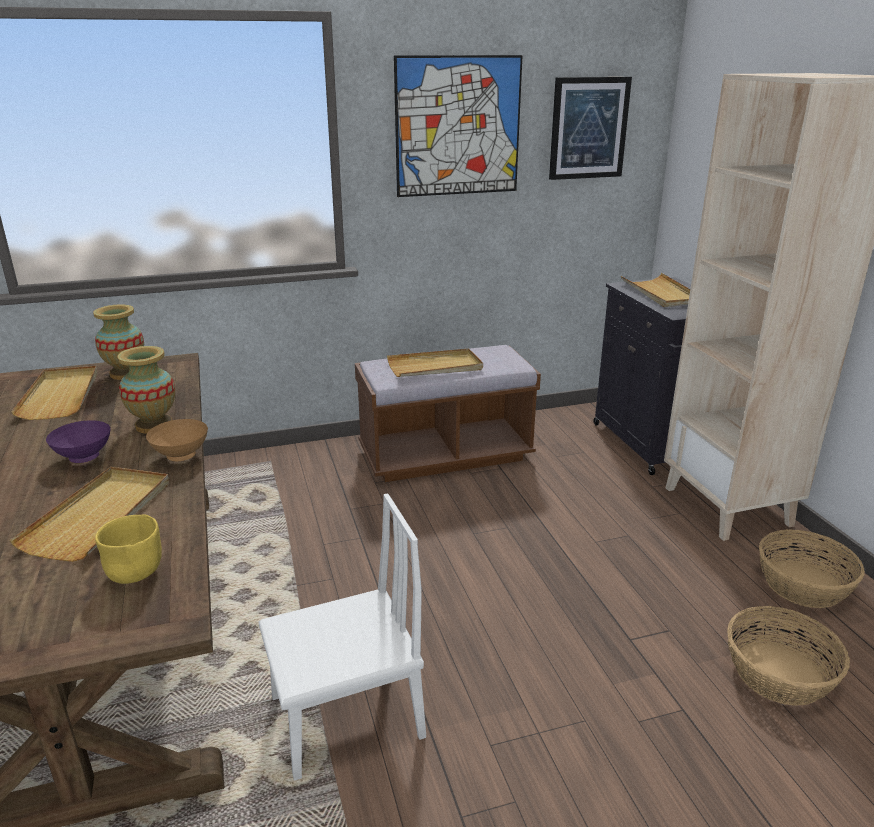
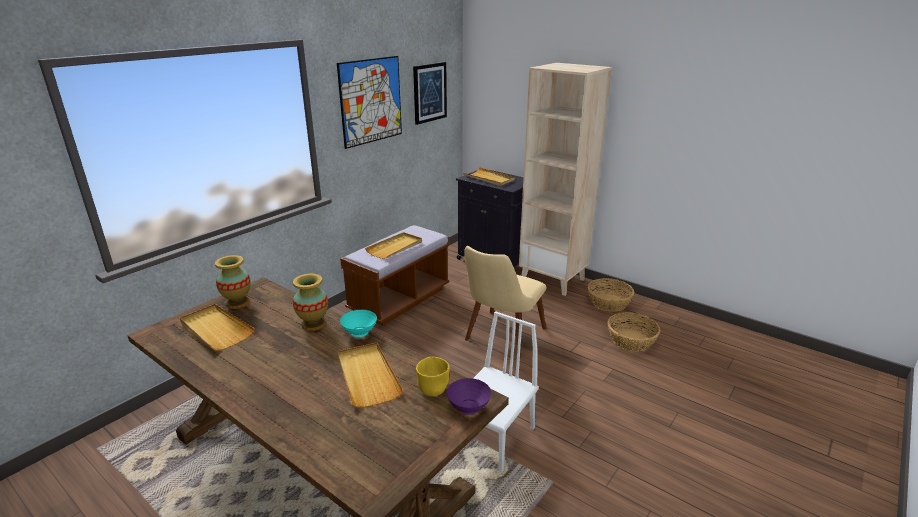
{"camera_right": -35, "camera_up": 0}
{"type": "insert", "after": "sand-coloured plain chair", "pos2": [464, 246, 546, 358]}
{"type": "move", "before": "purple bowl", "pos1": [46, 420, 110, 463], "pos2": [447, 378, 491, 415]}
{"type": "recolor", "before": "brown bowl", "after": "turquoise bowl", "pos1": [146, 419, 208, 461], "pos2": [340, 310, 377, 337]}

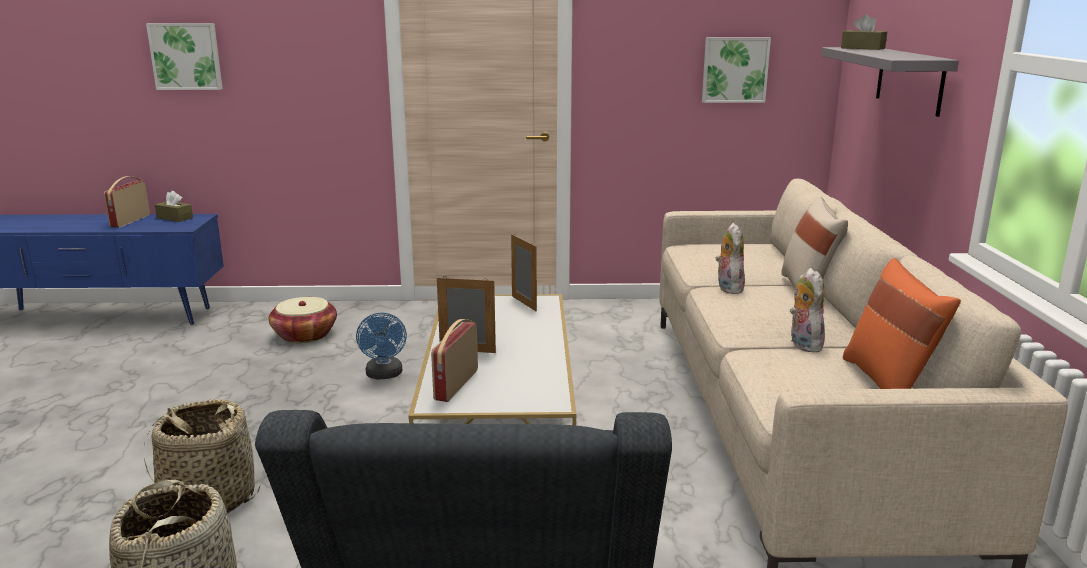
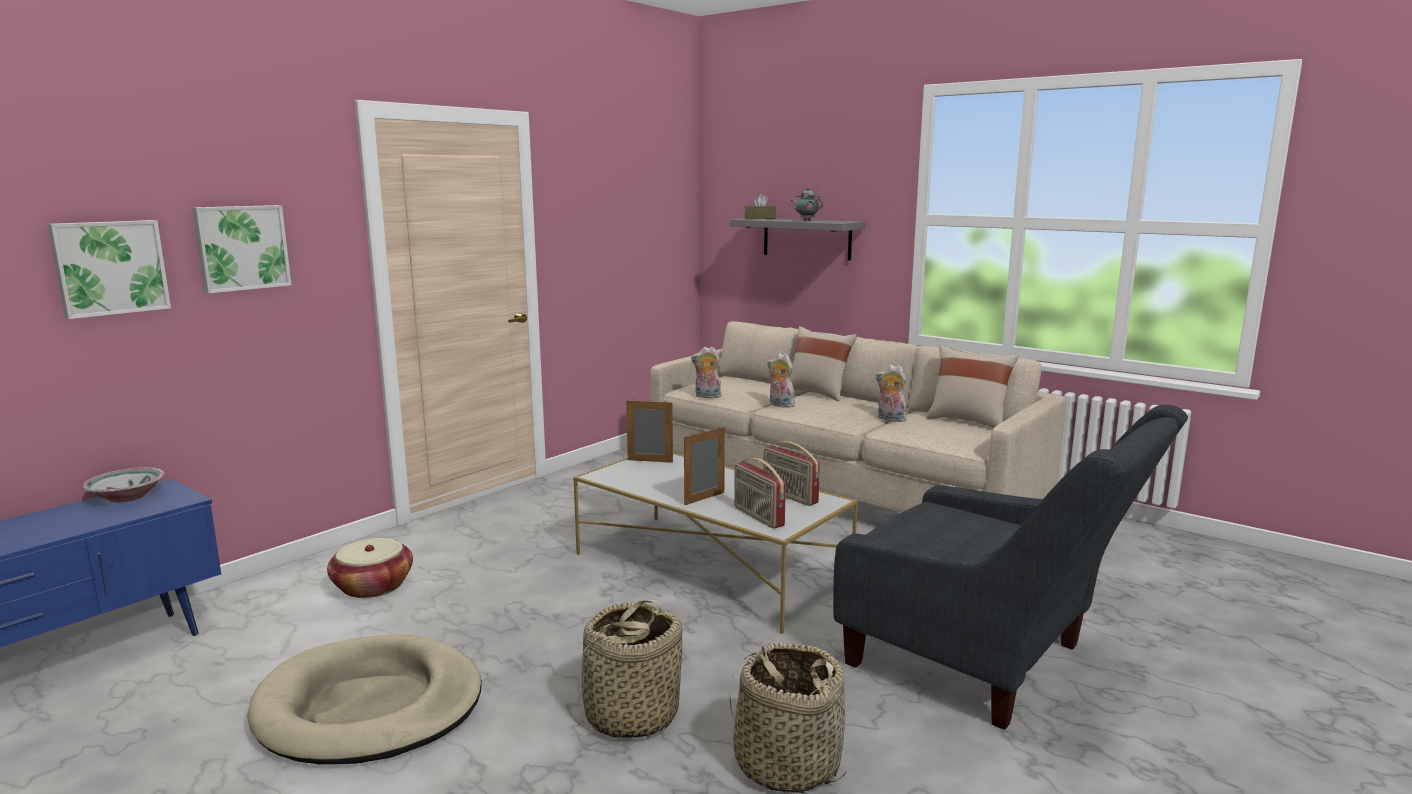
{"camera_right": -50, "camera_up": -5}
{"type": "delete", "before": "blue fan", "pos1": [356, 313, 407, 380]}
{"type": "insert", "after": "sand-coloured pet bed", "pos2": [247, 634, 482, 764]}
{"type": "insert", "after": "plush toy", "pos2": [691, 347, 723, 398]}
{"type": "insert", "after": "pot for tea", "pos2": [791, 188, 823, 221]}
{"type": "move", "before": "radio receiver", "pos1": [104, 176, 150, 228], "pos2": [763, 441, 820, 506]}
{"type": "move", "before": "picture", "pos1": [702, 37, 771, 103], "pos2": [192, 205, 291, 293]}
{"type": "replace", "before": "brown tissue box", "after": "bowl", "pos1": [155, 191, 193, 222], "pos2": [83, 467, 164, 502]}
{"type": "recolor", "before": "orange-coloured throw pillow", "after": "sand-coloured throw pillow", "pos1": [843, 258, 961, 389], "pos2": [926, 345, 1019, 428]}

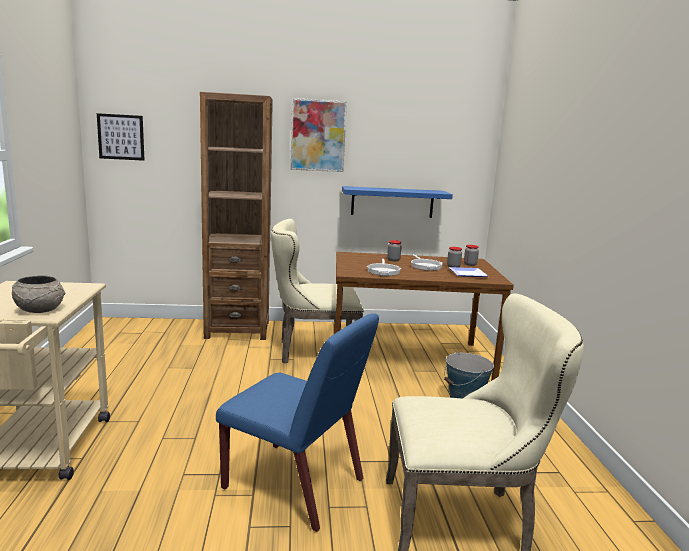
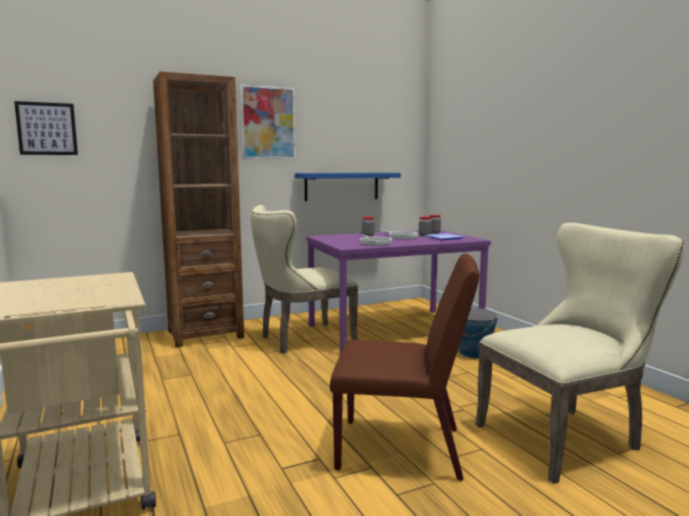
{"camera_right": -20, "camera_up": -5}
{"type": "delete", "before": "gray bowl", "pos1": [12, 275, 65, 313]}
{"type": "recolor", "before": "blue plain chair", "after": "brown plain chair", "pos1": [216, 313, 379, 532], "pos2": [330, 253, 480, 481]}
{"type": "recolor", "before": "brown kitchen table", "after": "purple kitchen table", "pos1": [334, 252, 514, 381], "pos2": [306, 230, 491, 354]}

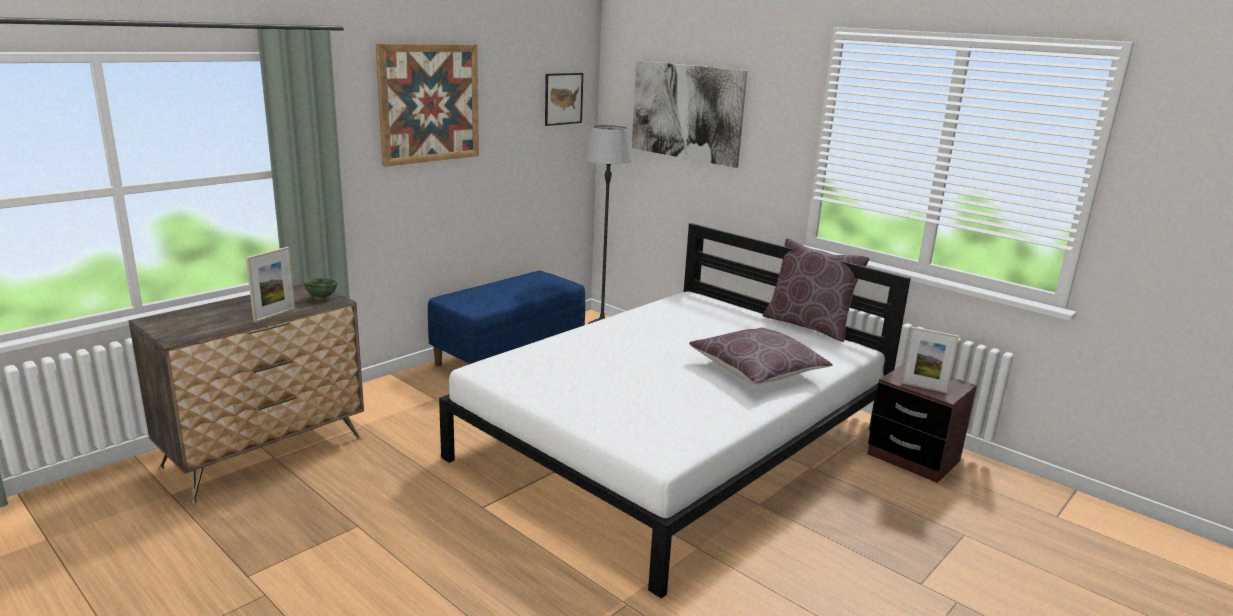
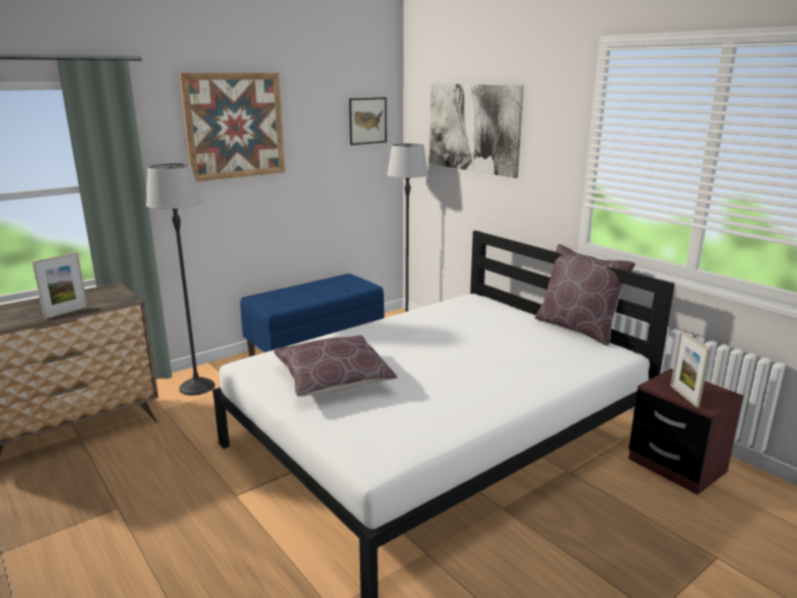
{"camera_right": 10, "camera_up": 0}
{"type": "delete", "before": "greenish bowl", "pos1": [304, 278, 338, 300]}
{"type": "insert", "after": "standard lamp", "pos2": [146, 163, 215, 395]}
{"type": "move", "before": "brown throw pillow", "pos1": [689, 328, 833, 384], "pos2": [274, 335, 398, 397]}
{"type": "rotate", "before": "photo frame", "pos1": [902, 327, 959, 393], "pos2": [671, 331, 710, 408], "turn": 45}

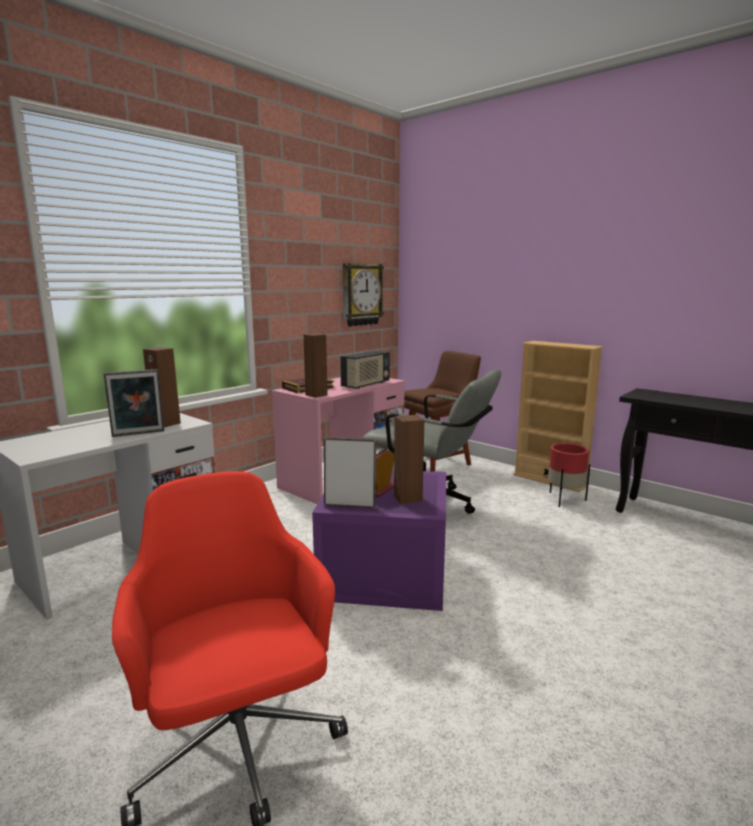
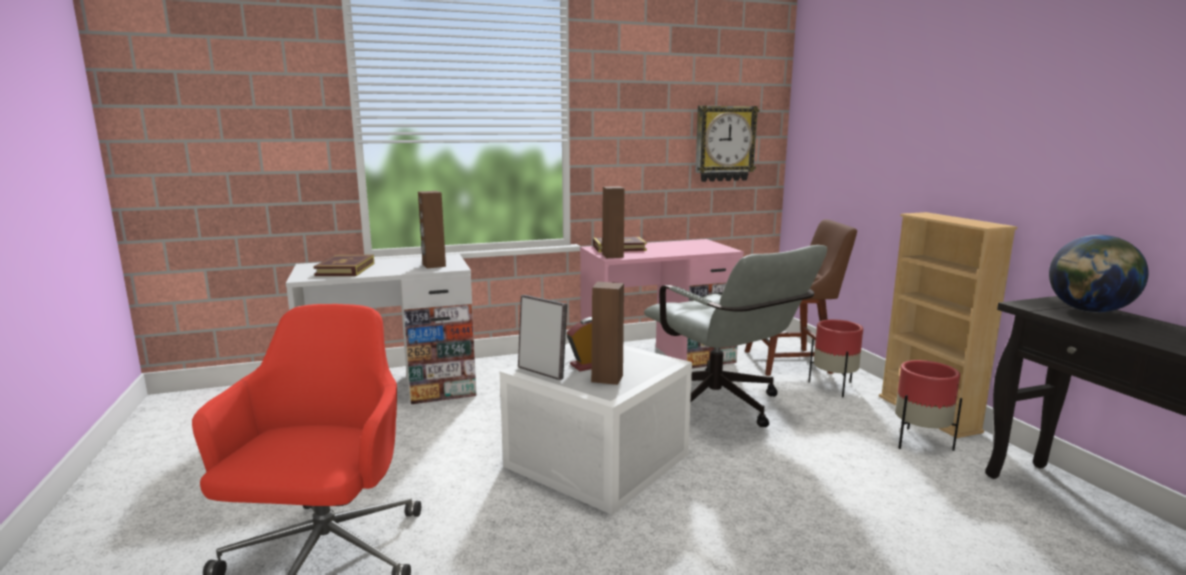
{"camera_right": 30, "camera_up": 0}
{"type": "delete", "before": "photo frame", "pos1": [104, 369, 164, 437]}
{"type": "delete", "before": "radio receiver", "pos1": [340, 351, 390, 389]}
{"type": "insert", "after": "book", "pos2": [313, 255, 374, 276]}
{"type": "insert", "after": "reddish flower pot", "pos2": [808, 319, 863, 397]}
{"type": "insert", "after": "desk globe", "pos2": [1049, 235, 1149, 313]}
{"type": "recolor", "before": "purple storage bin", "after": "white-coloured storage bin", "pos1": [312, 470, 446, 611], "pos2": [500, 343, 692, 515]}

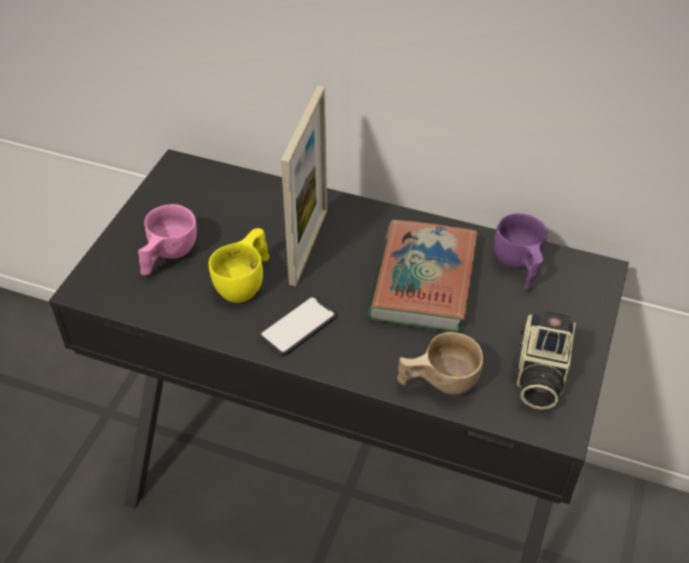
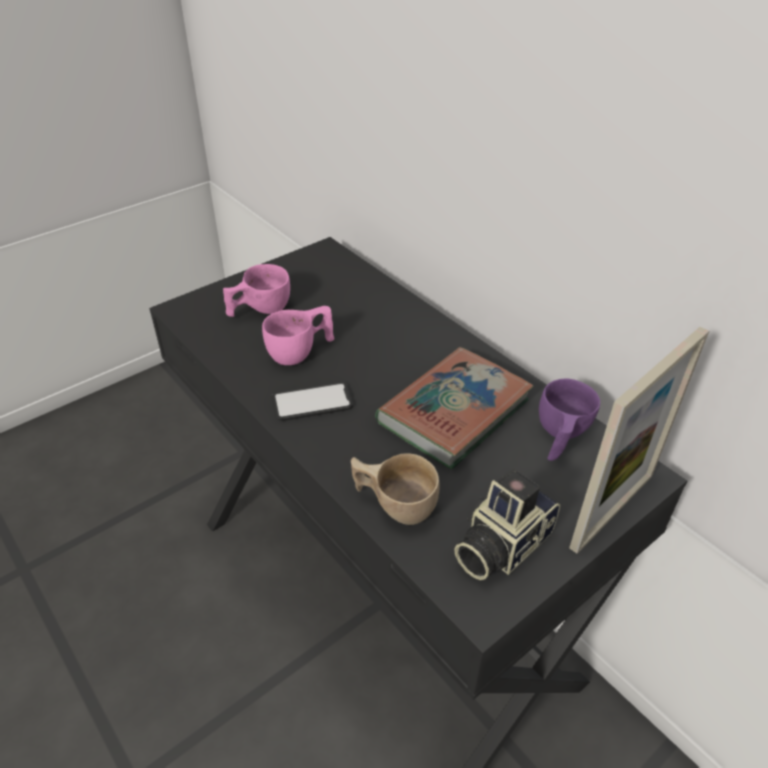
{"camera_right": 30, "camera_up": -5}
{"type": "move", "before": "photo frame", "pos1": [281, 86, 327, 286], "pos2": [569, 327, 709, 554]}
{"type": "recolor", "before": "yellowish drinking cup", "after": "pink-coloured drinking cup", "pos1": [209, 228, 269, 303], "pos2": [262, 306, 334, 365]}

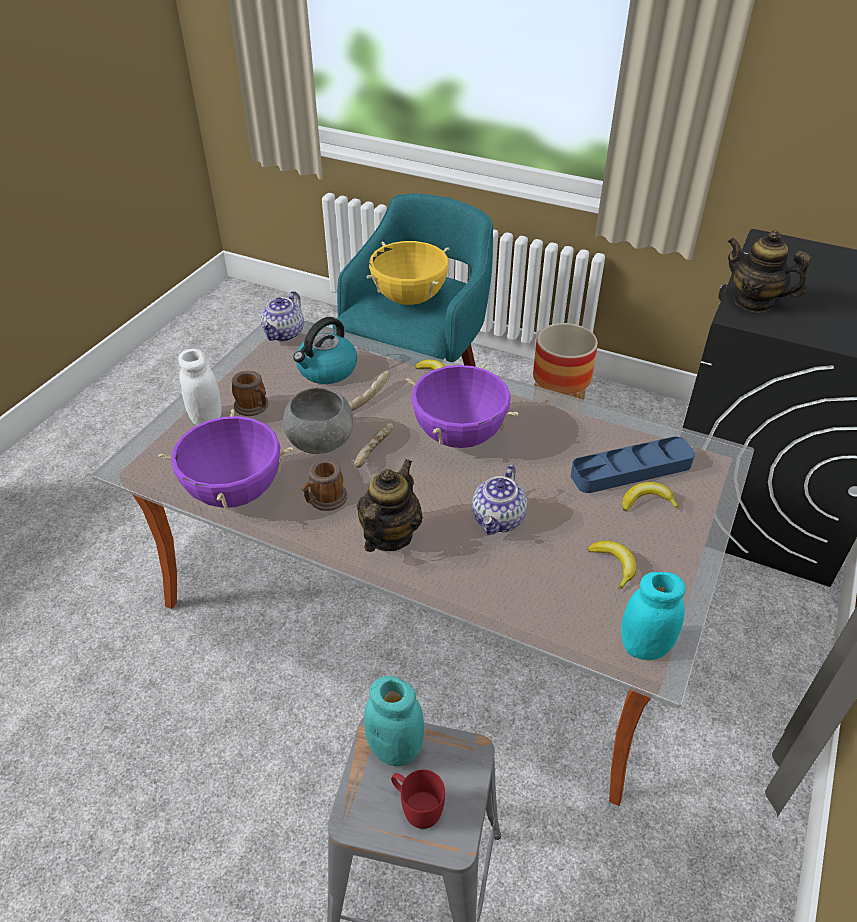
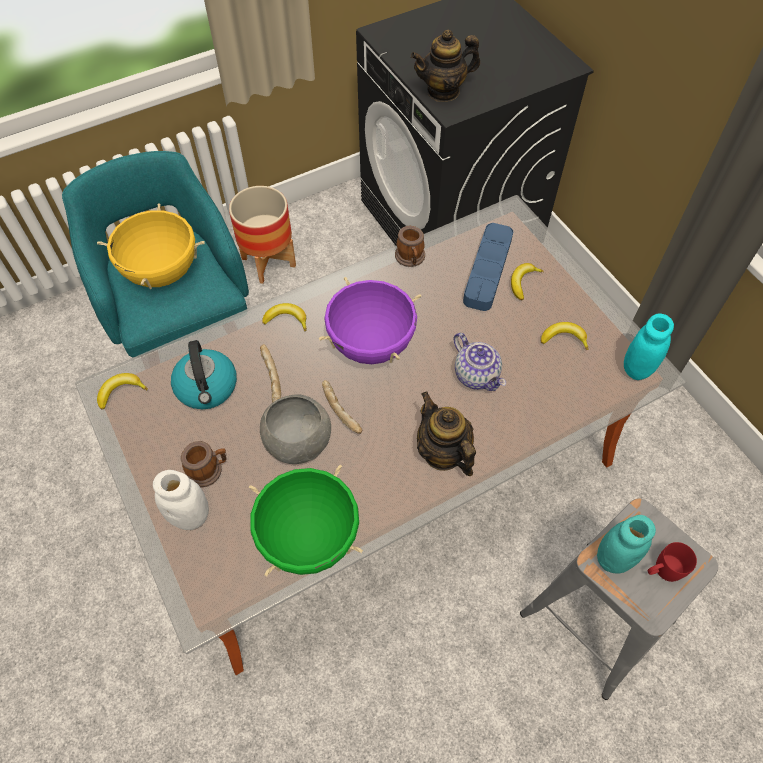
{"camera_right": -55, "camera_up": 15}
{"type": "move", "before": "tea mug", "pos1": [302, 459, 347, 511], "pos2": [395, 226, 425, 267]}
{"type": "replace", "before": "pot for tea", "after": "banana", "pos1": [261, 291, 304, 341], "pos2": [97, 373, 148, 409]}
{"type": "recolor", "before": "purple saucepot", "after": "greenish saucepot", "pos1": [158, 409, 293, 509], "pos2": [249, 464, 363, 576]}

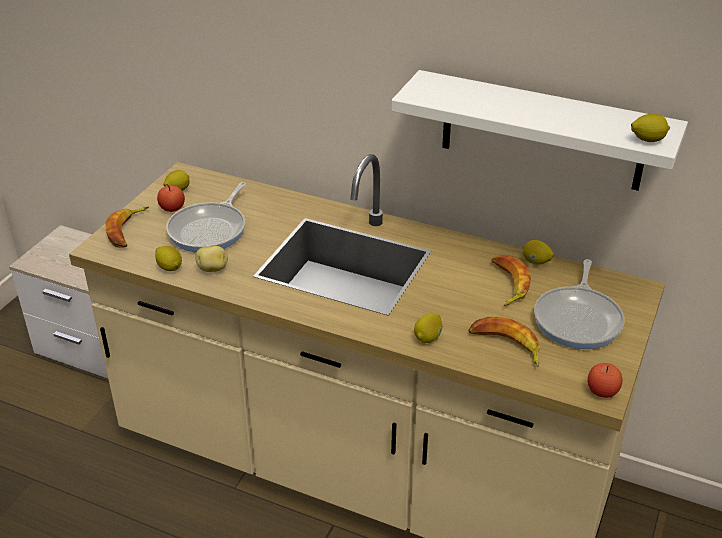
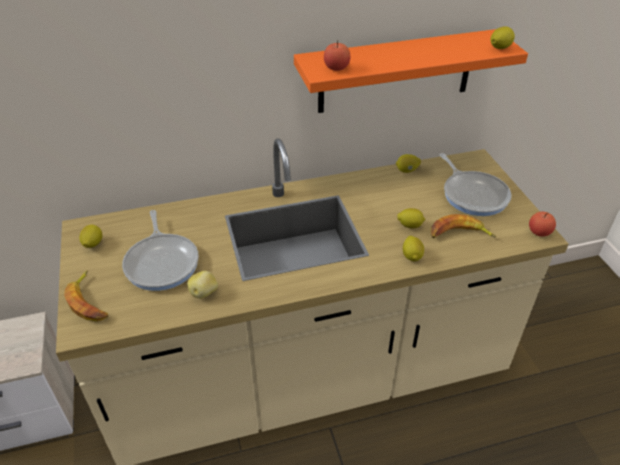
{"camera_right": -40, "camera_up": 5}
{"type": "delete", "before": "banana", "pos1": [492, 255, 531, 306]}
{"type": "move", "before": "citrus fruit", "pos1": [155, 246, 182, 271], "pos2": [397, 208, 425, 229]}
{"type": "move", "before": "whole apple", "pos1": [157, 184, 185, 212], "pos2": [324, 41, 350, 71]}
{"type": "recolor", "before": "white-coloured wall shelf", "after": "orange-coloured wall shelf", "pos1": [391, 70, 688, 191], "pos2": [294, 29, 528, 113]}

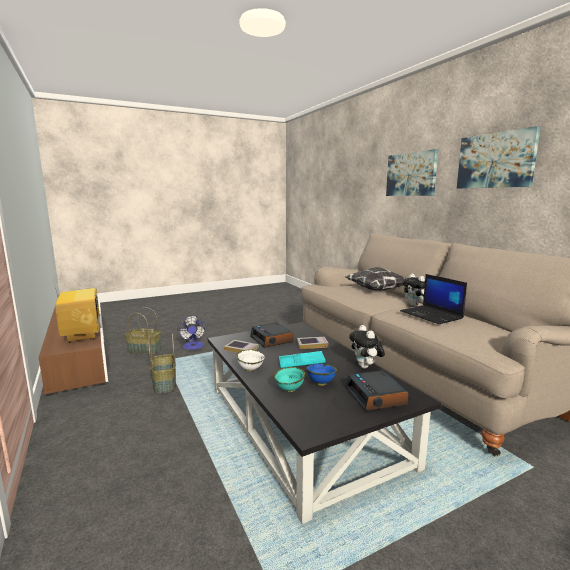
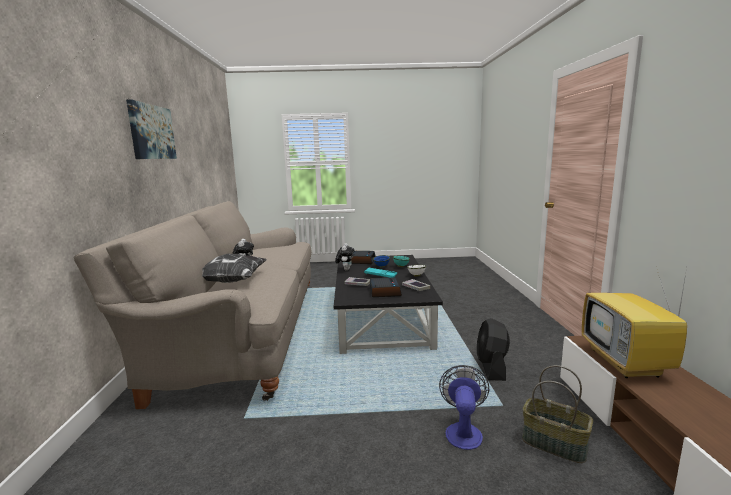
{"camera_right": -155, "camera_up": 0}
{"type": "delete", "before": "picture", "pos1": [386, 149, 438, 196]}
{"type": "delete", "before": "laptop", "pos1": [400, 274, 467, 324]}
{"type": "replace", "before": "basket", "after": "black-coloured fan", "pos1": [148, 334, 176, 393], "pos2": [477, 318, 510, 381]}

